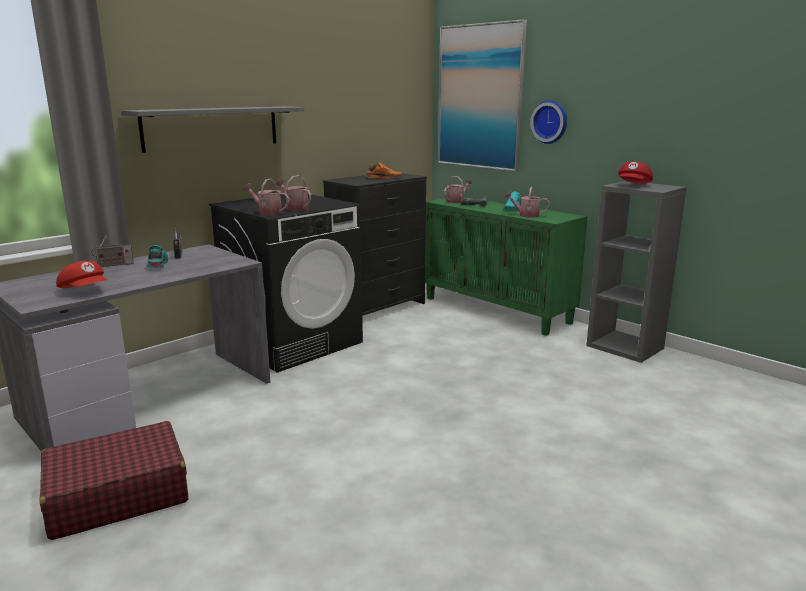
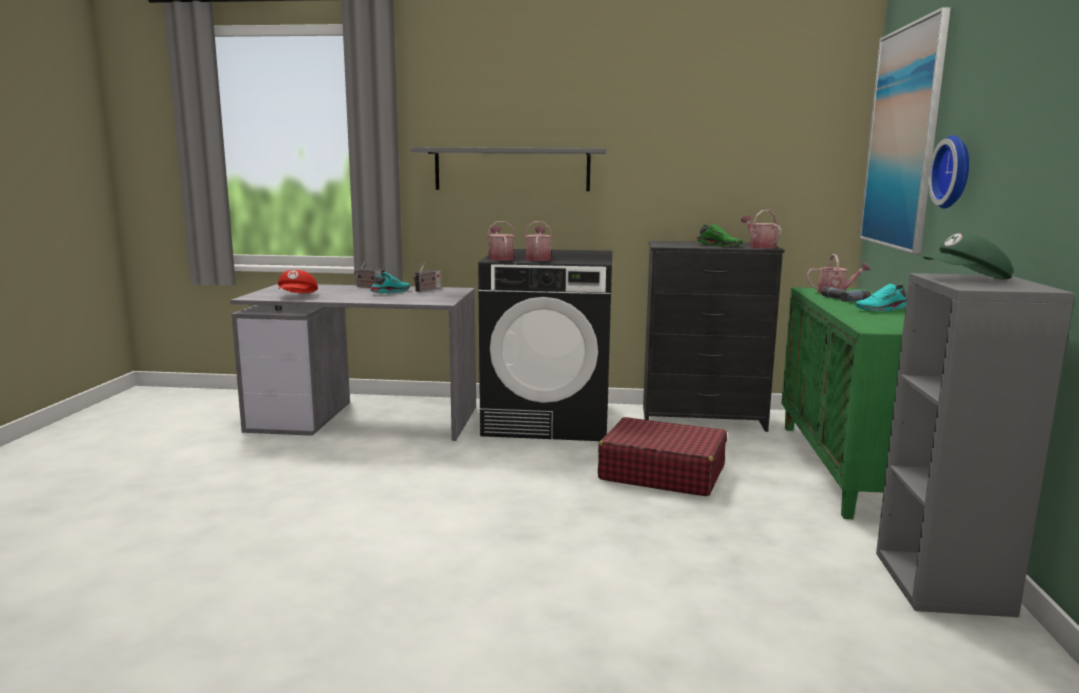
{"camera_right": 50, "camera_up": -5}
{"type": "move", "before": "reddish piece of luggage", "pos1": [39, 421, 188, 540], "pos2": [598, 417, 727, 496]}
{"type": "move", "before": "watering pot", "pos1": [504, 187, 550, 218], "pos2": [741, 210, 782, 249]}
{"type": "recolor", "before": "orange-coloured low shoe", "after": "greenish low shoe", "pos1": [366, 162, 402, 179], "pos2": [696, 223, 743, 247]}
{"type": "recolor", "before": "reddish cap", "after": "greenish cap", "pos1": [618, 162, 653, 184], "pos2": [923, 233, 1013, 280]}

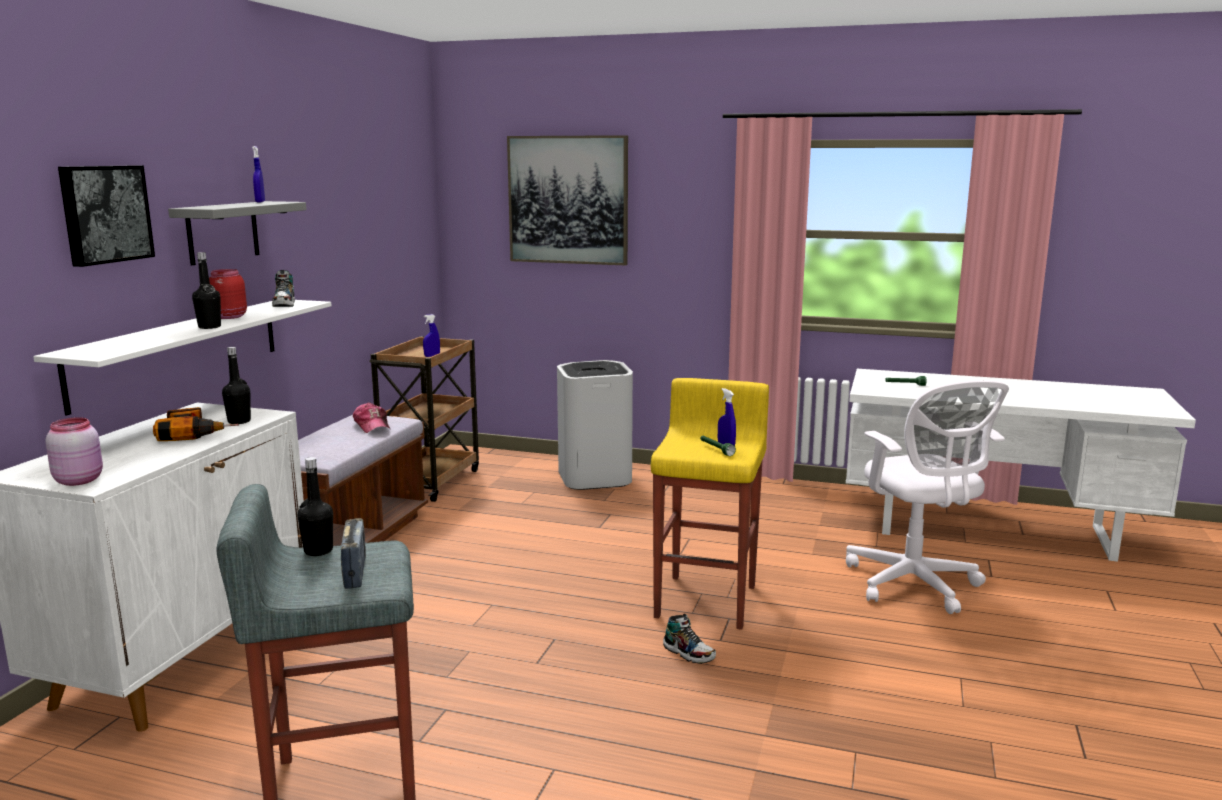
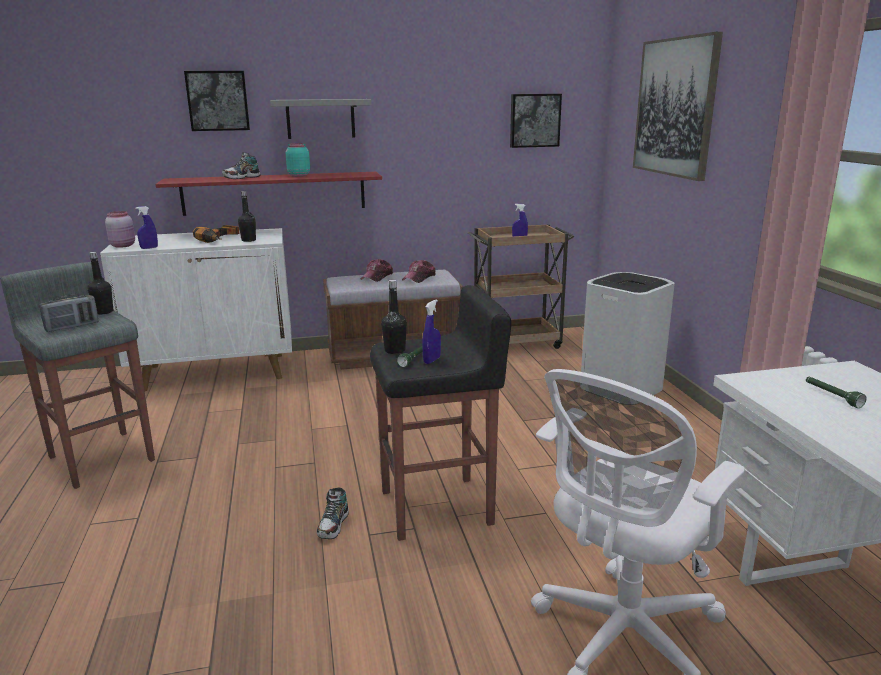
{"camera_right": 60, "camera_up": 5}
{"type": "insert", "after": "cap", "pos2": [361, 259, 393, 282]}
{"type": "insert", "after": "picture", "pos2": [510, 94, 562, 148]}
{"type": "move", "before": "black-coloured bottle", "pos1": [192, 252, 221, 329], "pos2": [381, 280, 407, 354]}
{"type": "move", "before": "blue spray bottle", "pos1": [252, 146, 265, 202], "pos2": [135, 206, 158, 249]}
{"type": "move", "before": "low shoe", "pos1": [272, 270, 295, 307], "pos2": [222, 152, 260, 179]}
{"type": "recolor", "before": "white-coloured wall shelf", "after": "reddish wall shelf", "pos1": [33, 300, 332, 415], "pos2": [155, 172, 382, 216]}
{"type": "recolor", "before": "reddish jar", "after": "turquoise jar", "pos1": [209, 269, 247, 319], "pos2": [286, 143, 310, 177]}
{"type": "recolor", "before": "yellowish stool seat", "after": "black-coloured stool seat", "pos1": [651, 378, 769, 630], "pos2": [370, 285, 511, 541]}

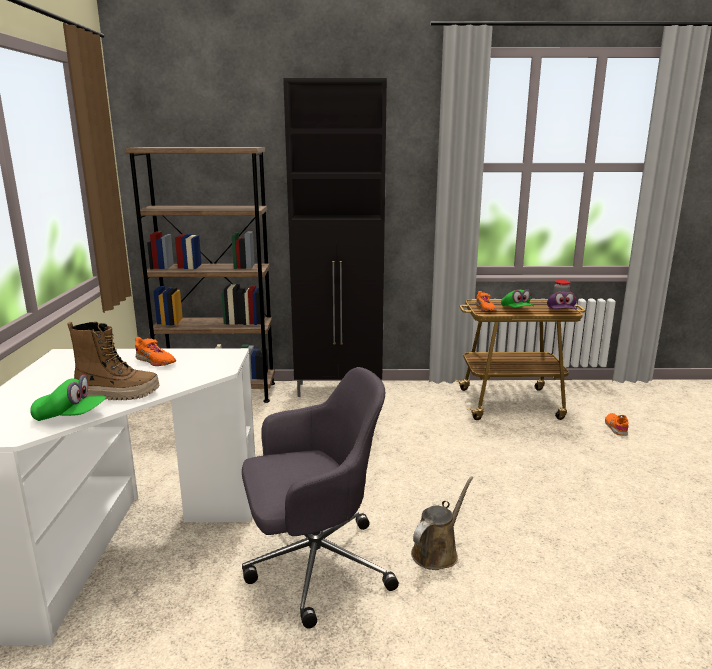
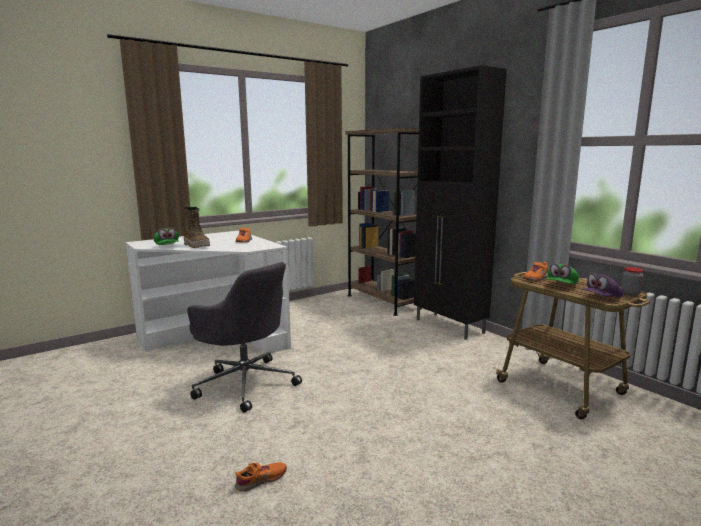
{"camera_right": 55, "camera_up": -5}
{"type": "delete", "before": "brown watering pot", "pos1": [411, 476, 473, 570]}
{"type": "move", "before": "orange-coloured low shoe", "pos1": [605, 413, 629, 436], "pos2": [235, 462, 287, 492]}

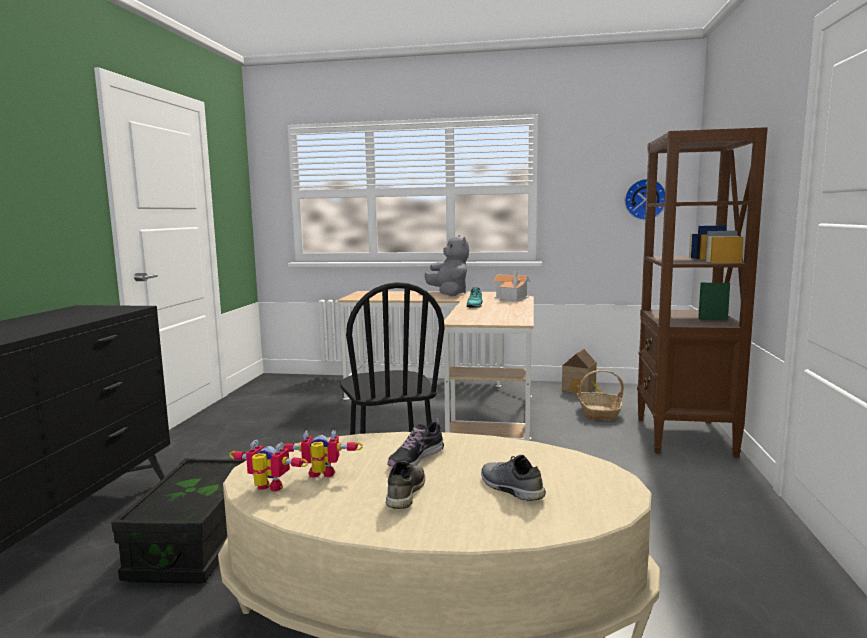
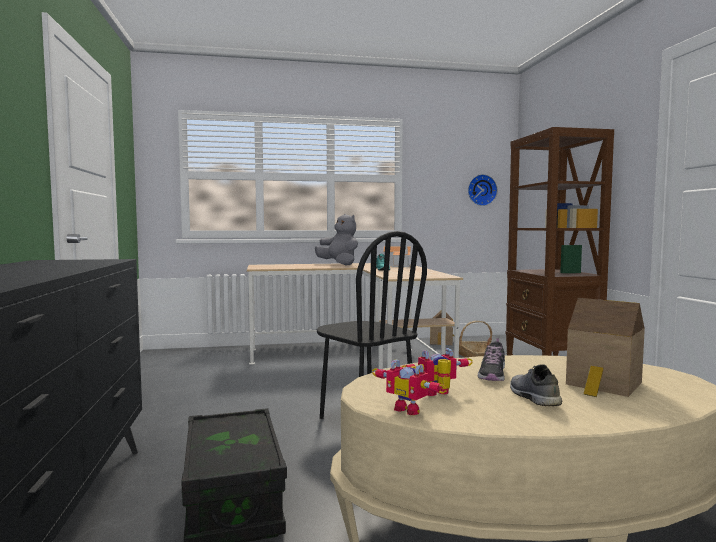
{"camera_right": -20, "camera_up": -5}
{"type": "replace", "before": "gray low shoe", "after": "miniature house", "pos1": [481, 455, 546, 501], "pos2": [566, 298, 645, 397]}
{"type": "rotate", "before": "toy robot", "pos1": [229, 440, 308, 491], "pos2": [372, 359, 447, 415], "turn": -135}

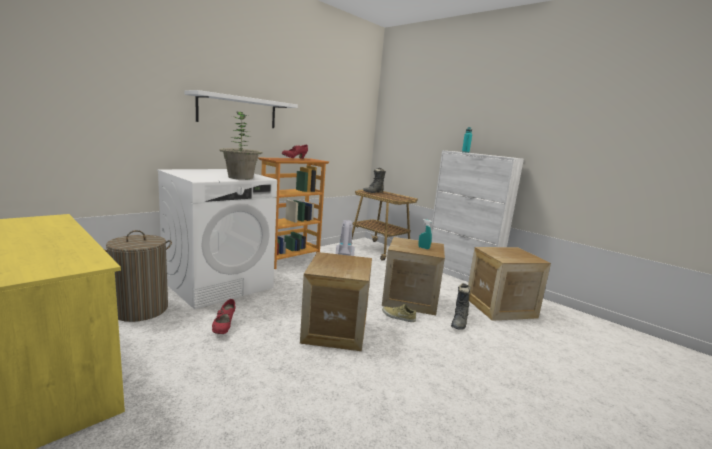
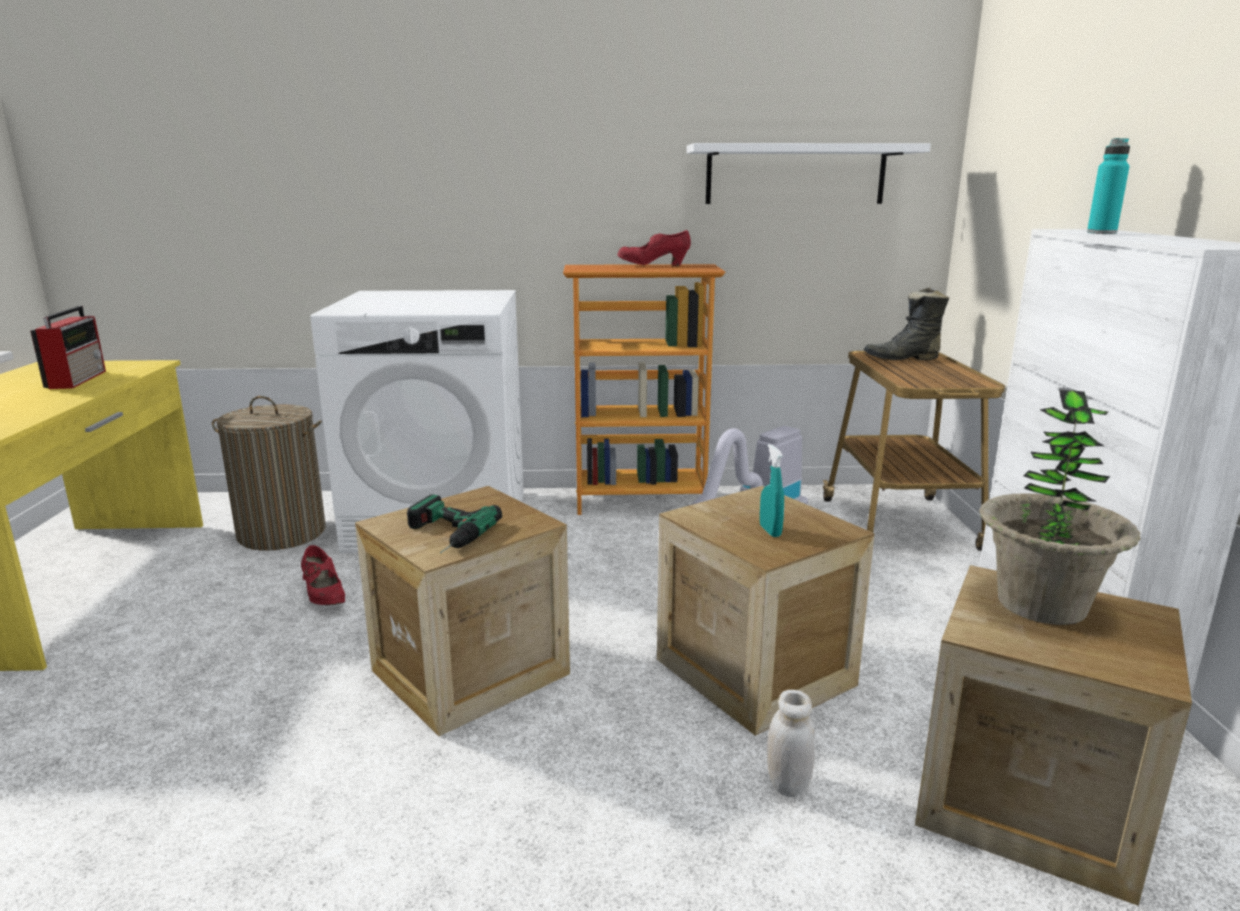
{"camera_right": 45, "camera_up": 5}
{"type": "delete", "before": "sand-coloured low shoe", "pos1": [382, 304, 416, 322]}
{"type": "insert", "after": "radio receiver", "pos2": [30, 306, 106, 389]}
{"type": "insert", "after": "drill", "pos2": [407, 495, 502, 553]}
{"type": "move", "before": "white-coloured wall shelf", "pos1": [184, 90, 298, 128], "pos2": [686, 143, 931, 204]}
{"type": "move", "before": "potted plant", "pos1": [219, 112, 262, 180], "pos2": [979, 390, 1140, 625]}
{"type": "replace", "before": "black-coloured high-top boot", "after": "white-coloured jar", "pos1": [451, 283, 470, 330], "pos2": [767, 690, 814, 797]}
{"type": "rotate", "before": "reddish low shoe", "pos1": [212, 299, 235, 334], "pos2": [301, 545, 345, 605], "turn": -75}

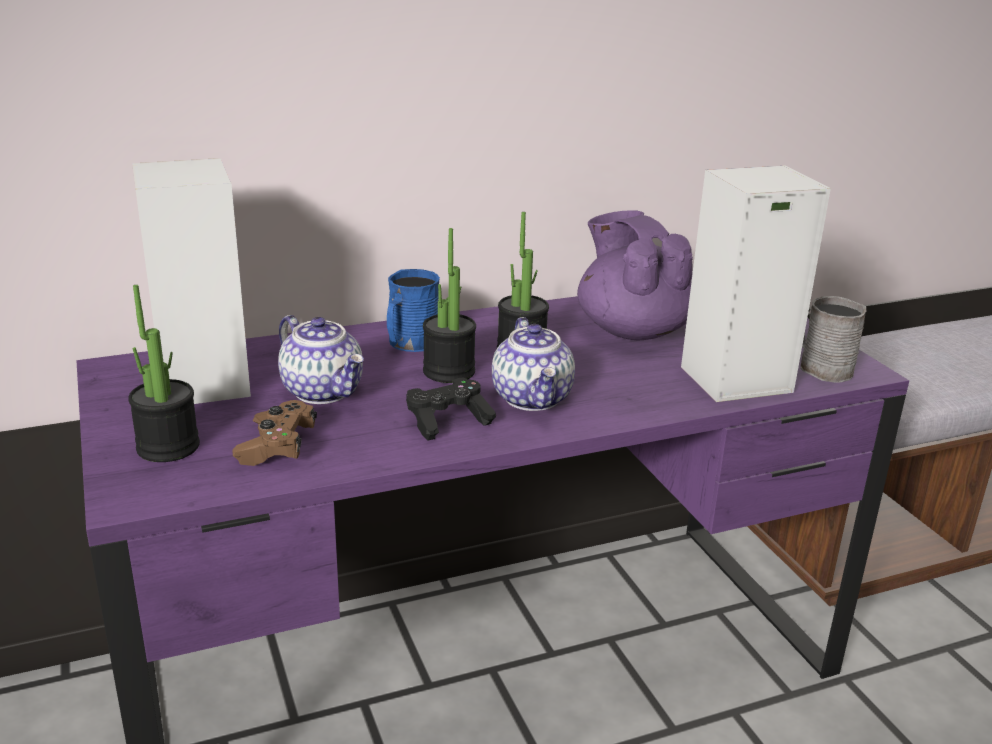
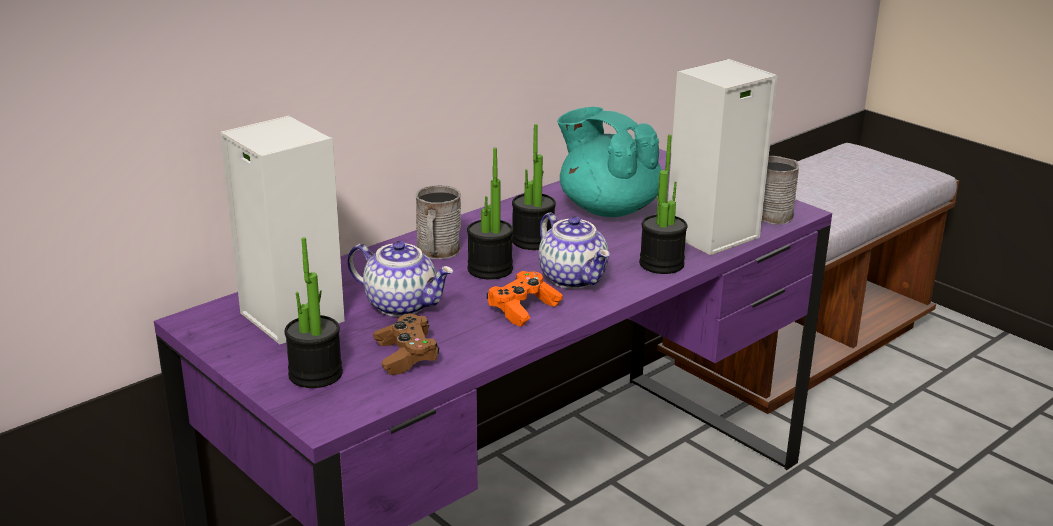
{"camera_right": -20, "camera_up": 0}
{"type": "insert", "after": "potted plant", "pos2": [639, 134, 687, 274]}
{"type": "recolor", "before": "blue tea mug", "after": "gray tea mug", "pos1": [387, 269, 440, 352], "pos2": [416, 185, 461, 259]}
{"type": "recolor", "before": "black-coloured joypad", "after": "orange-coloured joypad", "pos1": [406, 378, 496, 440], "pos2": [487, 271, 563, 327]}
{"type": "recolor", "before": "purple pot for tea", "after": "turquoise pot for tea", "pos1": [577, 210, 693, 340], "pos2": [557, 107, 662, 217]}

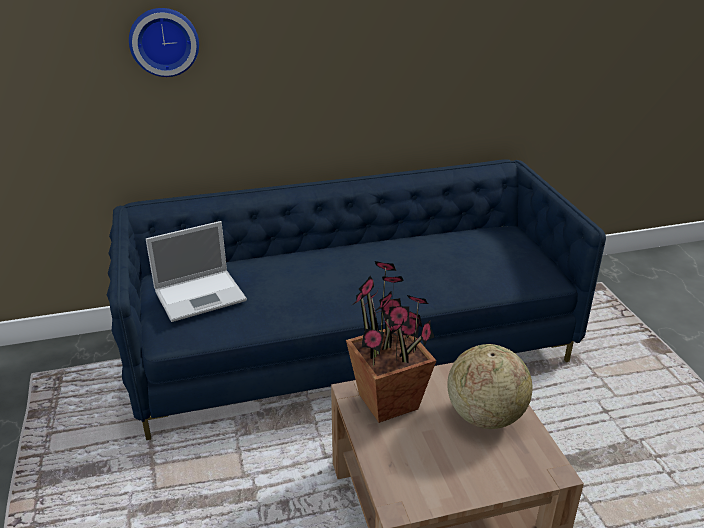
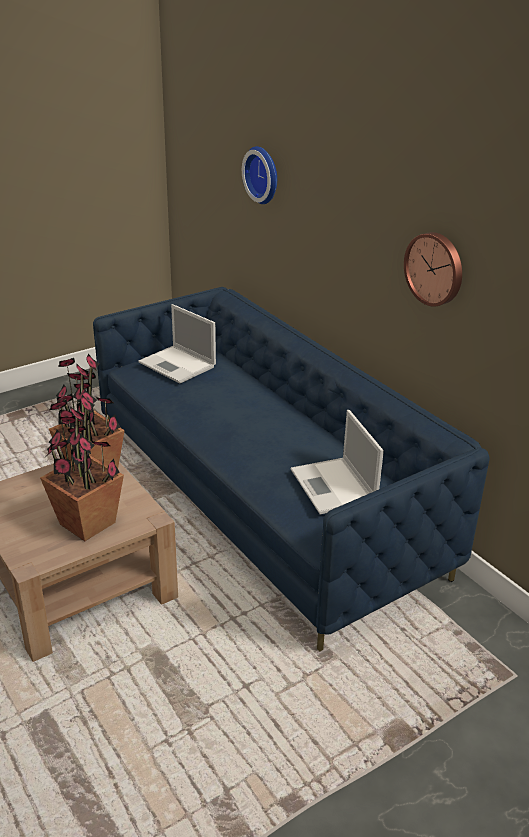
{"camera_right": 70, "camera_up": 0}
{"type": "insert", "after": "laptop", "pos2": [291, 410, 384, 514]}
{"type": "insert", "after": "hanging clock", "pos2": [404, 232, 462, 307]}
{"type": "replace", "before": "desk globe", "after": "potted plant", "pos1": [447, 344, 533, 429], "pos2": [40, 395, 124, 541]}

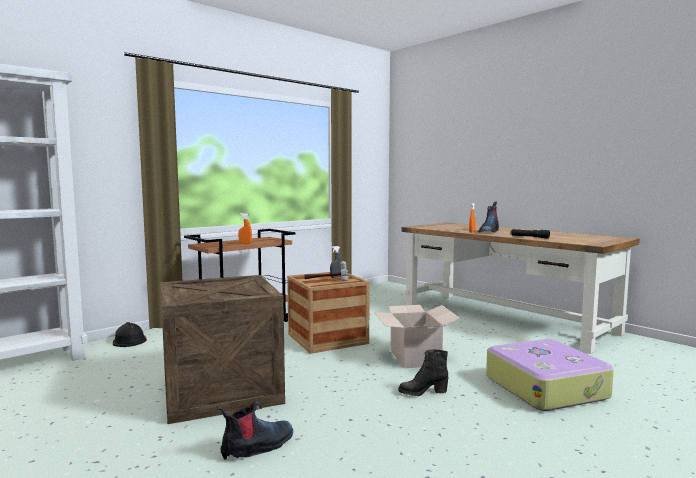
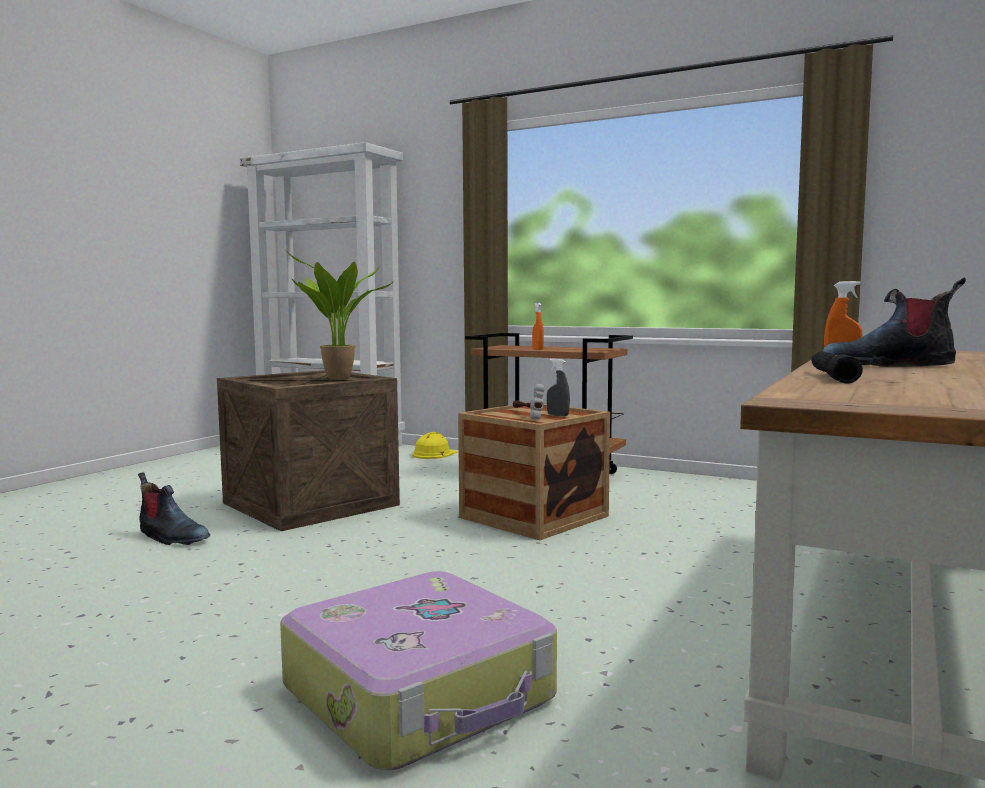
{"camera_right": 70, "camera_up": 0}
{"type": "delete", "before": "packing box", "pos1": [374, 305, 461, 368]}
{"type": "delete", "before": "black-coloured high-top boot", "pos1": [398, 349, 448, 396]}
{"type": "insert", "after": "potted plant", "pos2": [285, 249, 394, 379]}
{"type": "recolor", "before": "black-coloured hard hat", "after": "yellowish hard hat", "pos1": [113, 322, 147, 347], "pos2": [413, 432, 458, 459]}

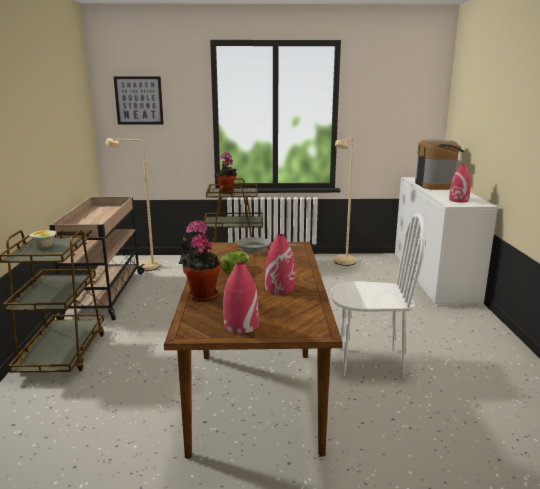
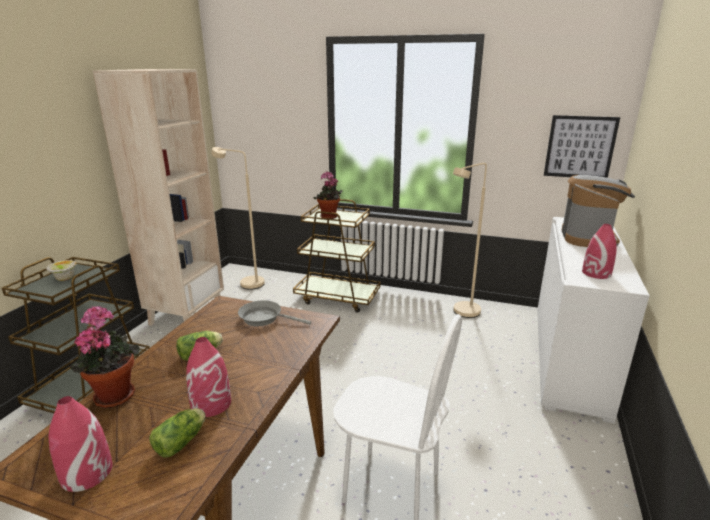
{"camera_right": 20, "camera_up": 5}
{"type": "insert", "after": "lettuce head", "pos2": [149, 408, 206, 458]}
{"type": "move", "before": "picture", "pos1": [114, 77, 164, 124], "pos2": [544, 115, 620, 178]}
{"type": "replace", "before": "sand-coloured wheeled cart", "after": "sand-coloured bookcase", "pos1": [49, 197, 145, 320], "pos2": [93, 69, 224, 326]}

